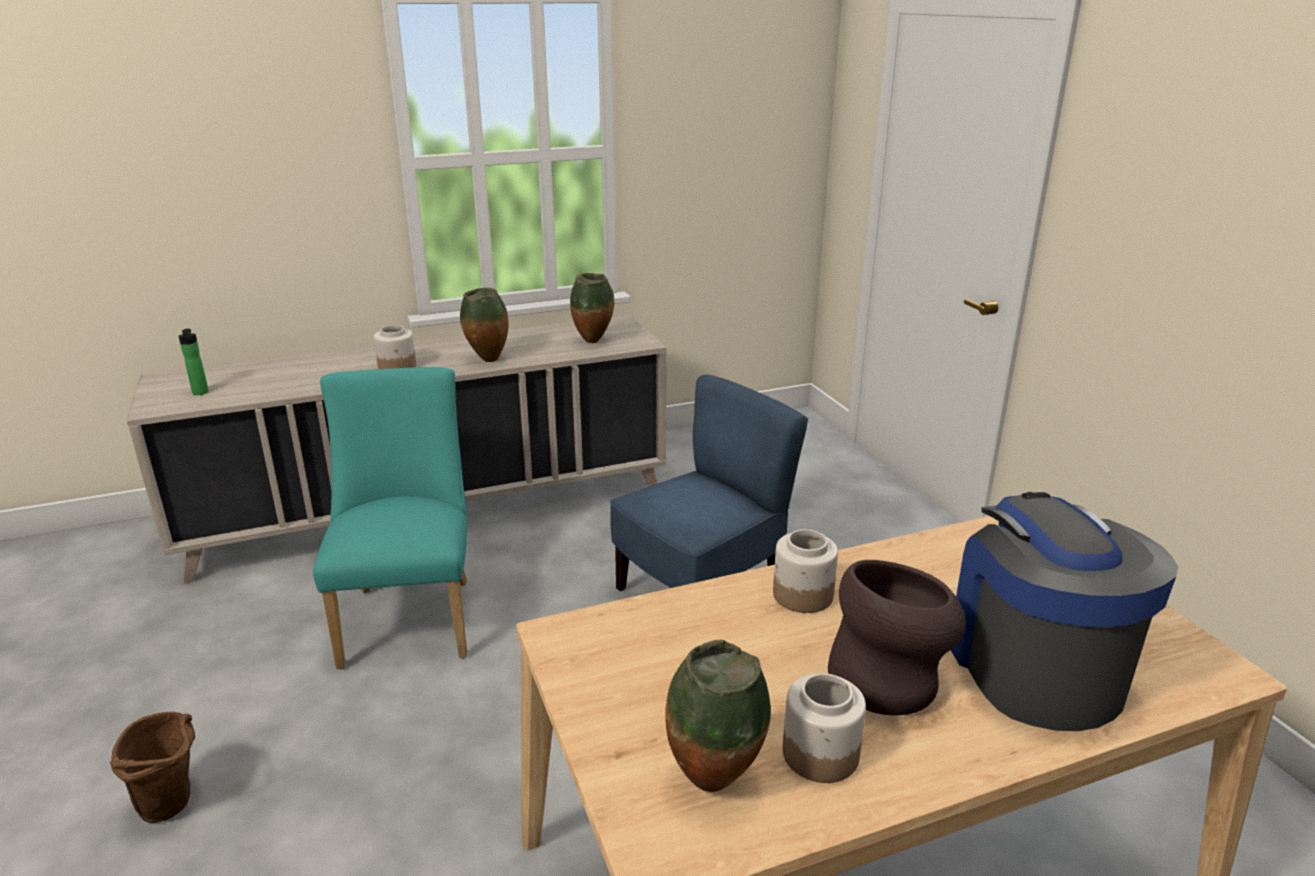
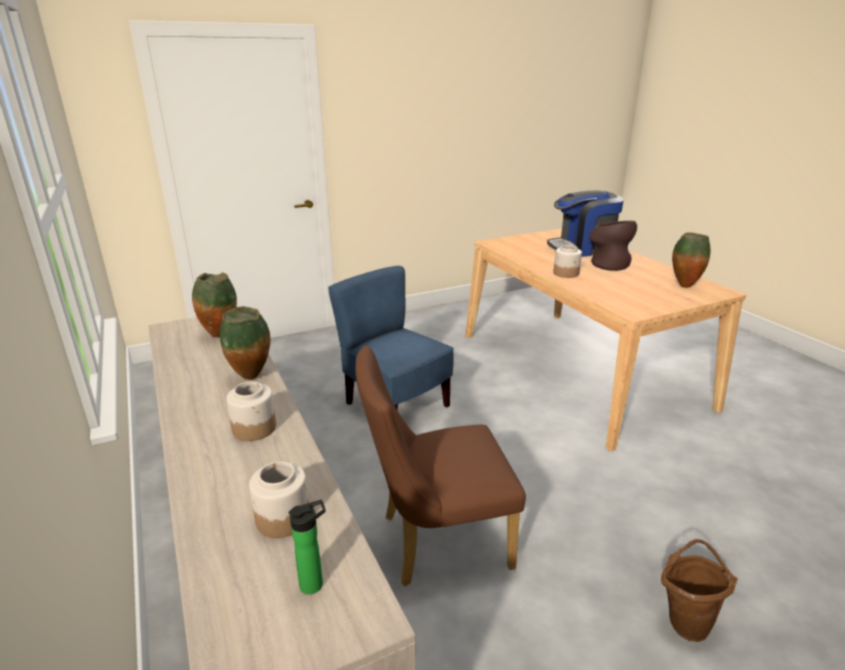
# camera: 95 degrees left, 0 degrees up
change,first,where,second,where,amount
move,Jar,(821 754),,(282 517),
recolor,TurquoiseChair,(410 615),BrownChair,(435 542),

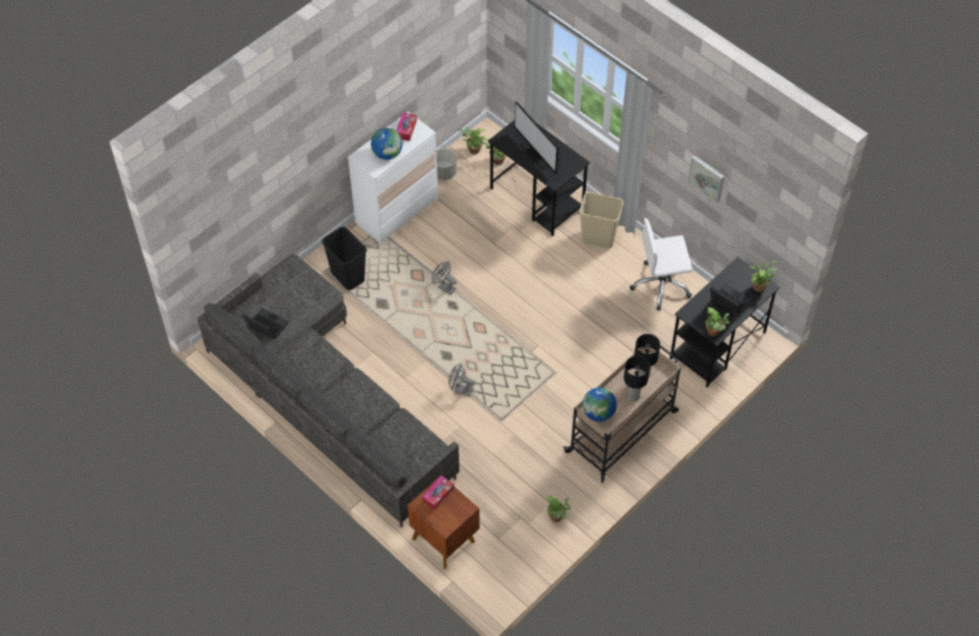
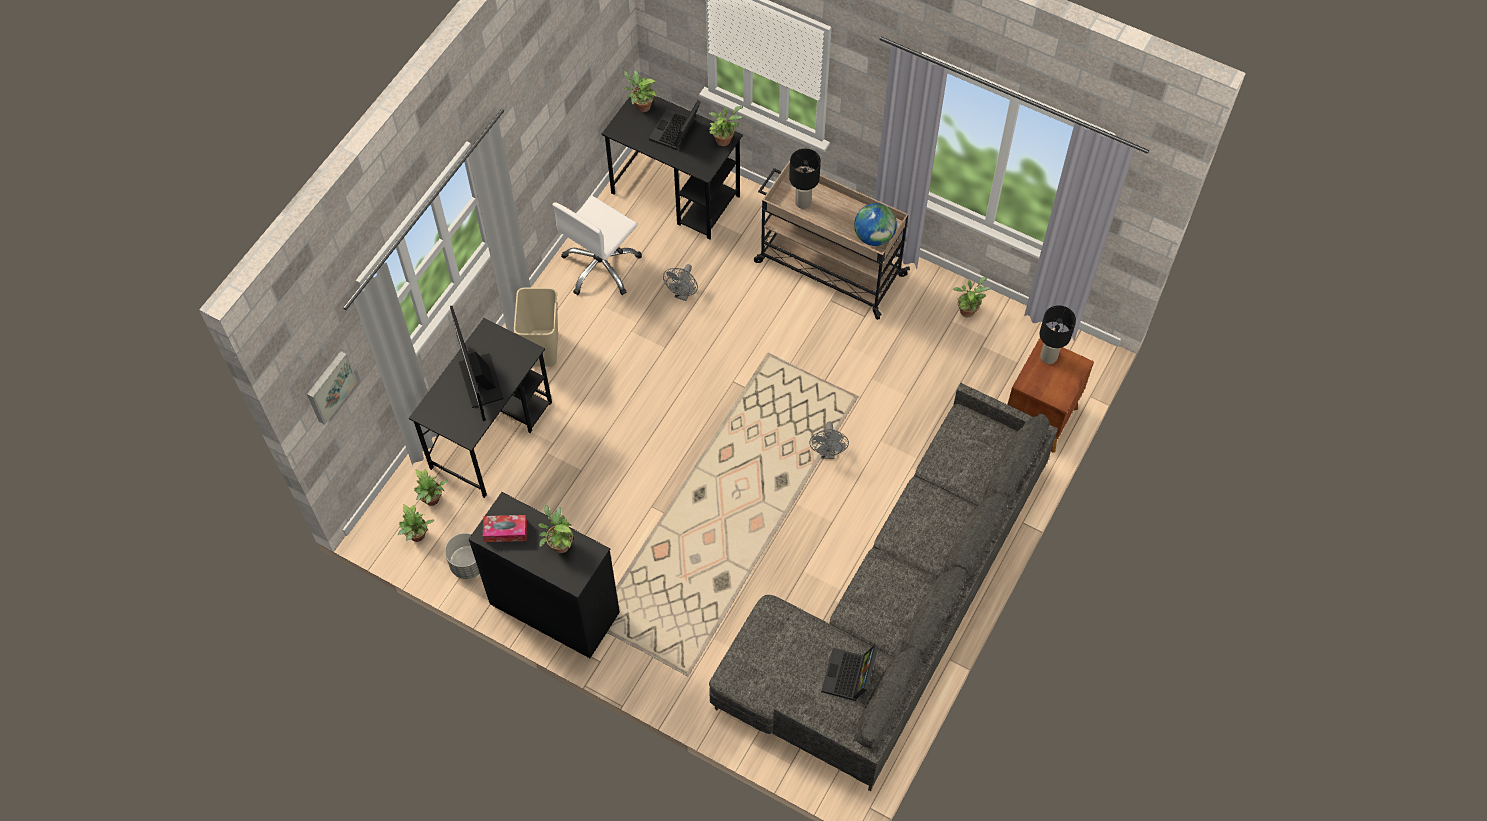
# camera: 105 degrees left, 5 degrees up
change,first,where,second,where,amount
delete,BlackTrashCan,(347 277),,,
delete,TissueBox,(438 495),,,
move,GreyFan,(444 287),,(683 294),
move,BlackTableLamp,(633 396),,(1049 357),
move,Picture,(707 177),,(329 386),
replace,Globe,(387 154),PottedPlant,(559 544),
recolor,WhiteDresser,(397 211),BlackDresser,(554 608),
rotate,Monitor,(539 152),,(480 381),120 degrees clockwise
rotate,WhiteOfficeChair,(661 285),,(601 267),60 degrees clockwise

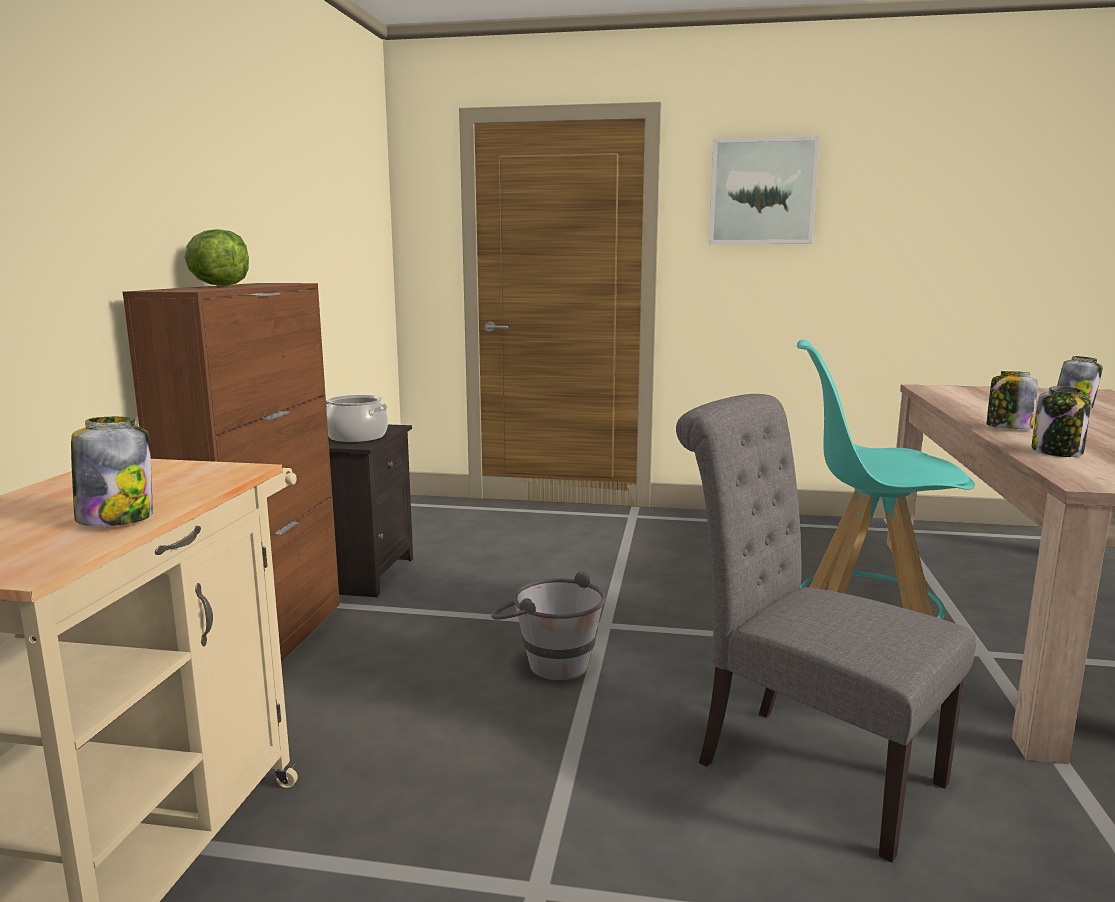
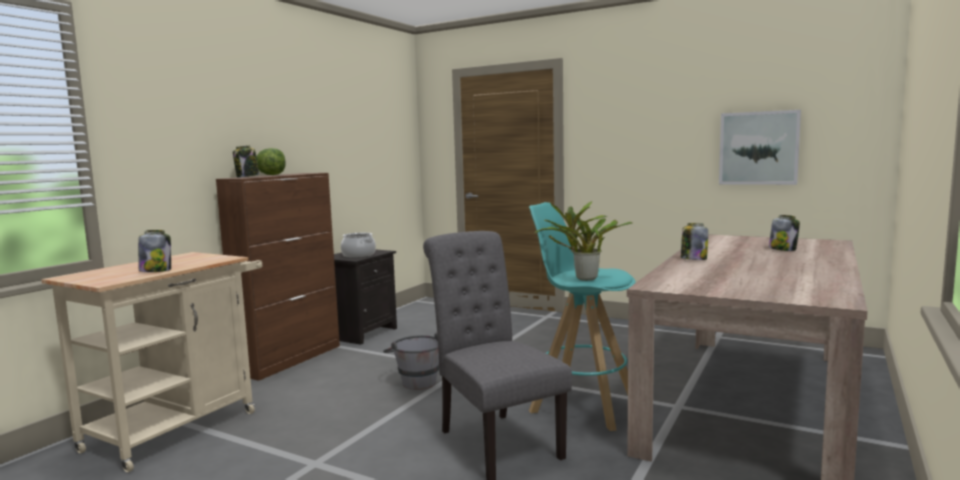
# camera: 20 degrees right, 5 degrees down
change,first,where,second,where,amount
insert,,,PottedPlant,(583 278),
move,Picture,(762 191),,(758 148),
move,Jar,(1057 452),,(247 176),

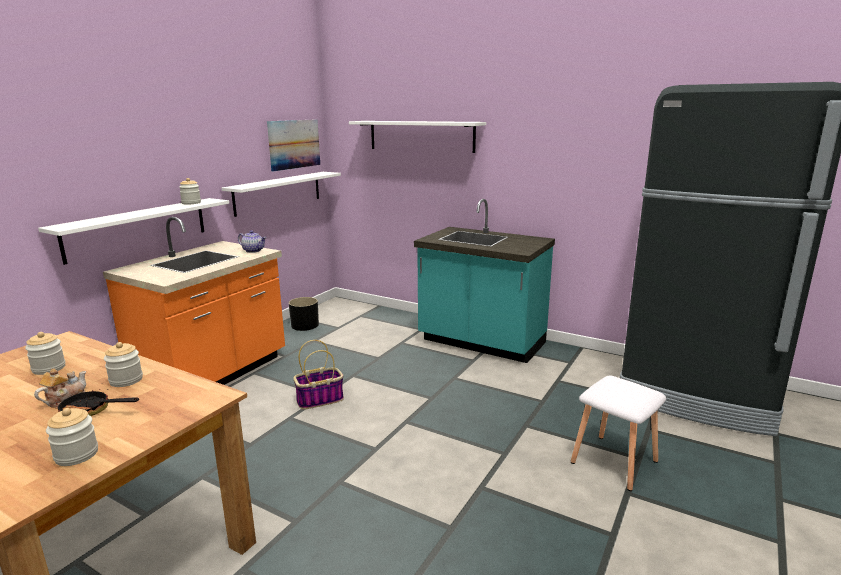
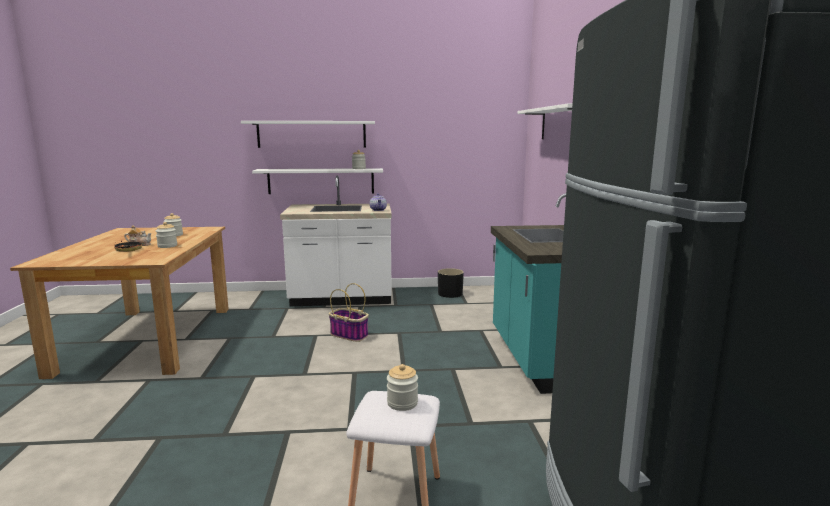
# camera: 55 degrees right, 5 degrees down
change,first,where,second,where,amount
delete,Picture,(294 144),,,
move,Jar,(76 455),,(402 403),
move,WhiteShelf,(278 192),,(311 134),
recolor,OrangeCounter,(213 375),WhiteCounter,(341 298),

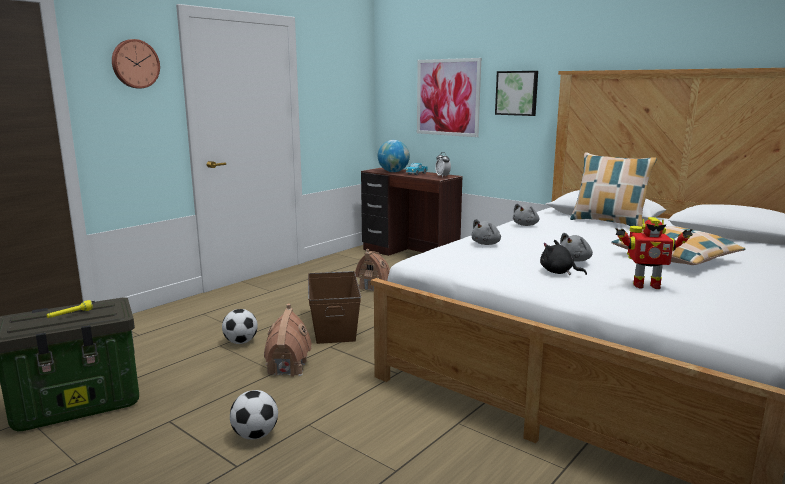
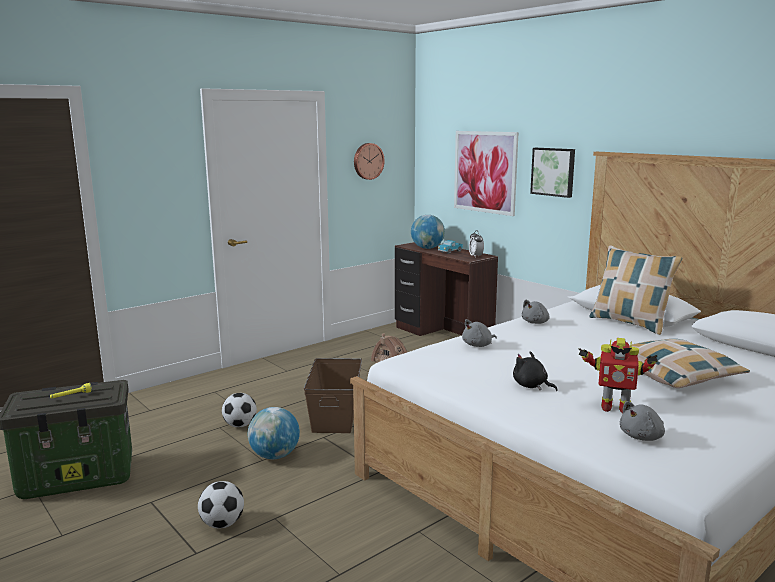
# camera: 10 degrees right, 0 degrees up
change,first,where,second,where,amount
move,WallClock,(135 64),,(367 161),
move,GreyPlushToy,(575 260),,(642 437),
replace,ToyHouse,(287 367),Globe,(275 456),

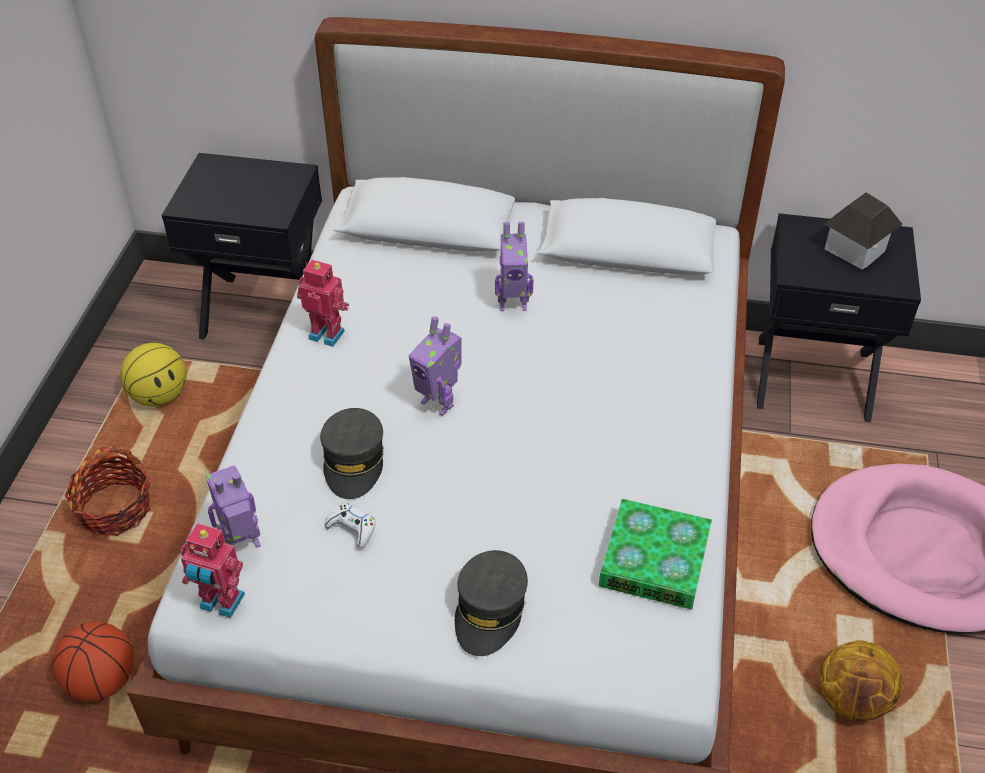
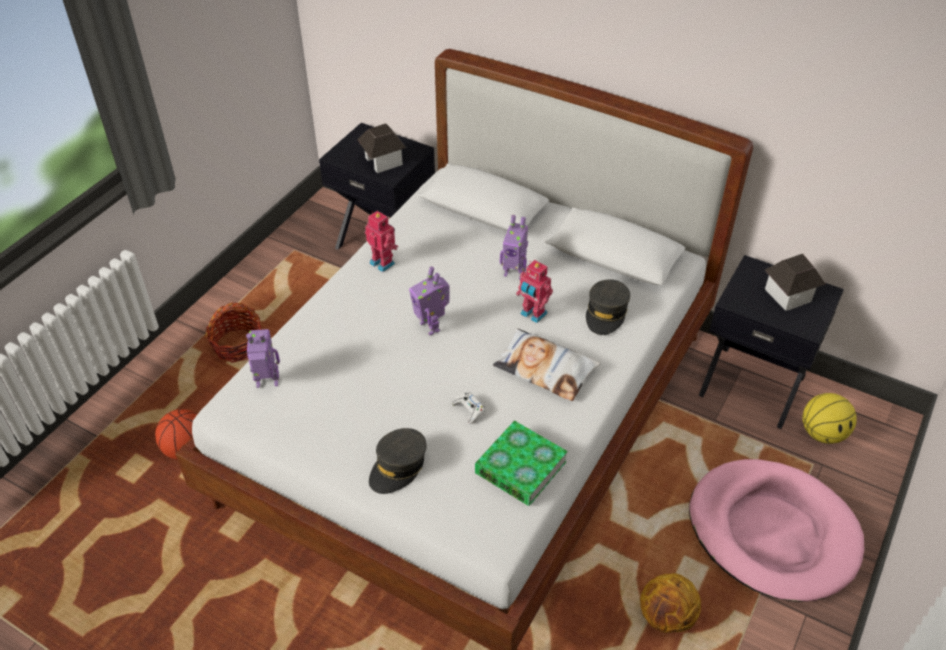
# camera: 20 degrees right, 0 degrees up
change,first,where,second,where,amount
insert,,,ToyHouse,(383 161),
insert,,,Pillow,(545 369),
move,Basketball,(160 396),,(823 433),
move,ToyRobot,(221 603),,(532 314),
move,GreyCap,(354 461),,(606 313),
move,WhiteGameController,(352 528),,(469 410),

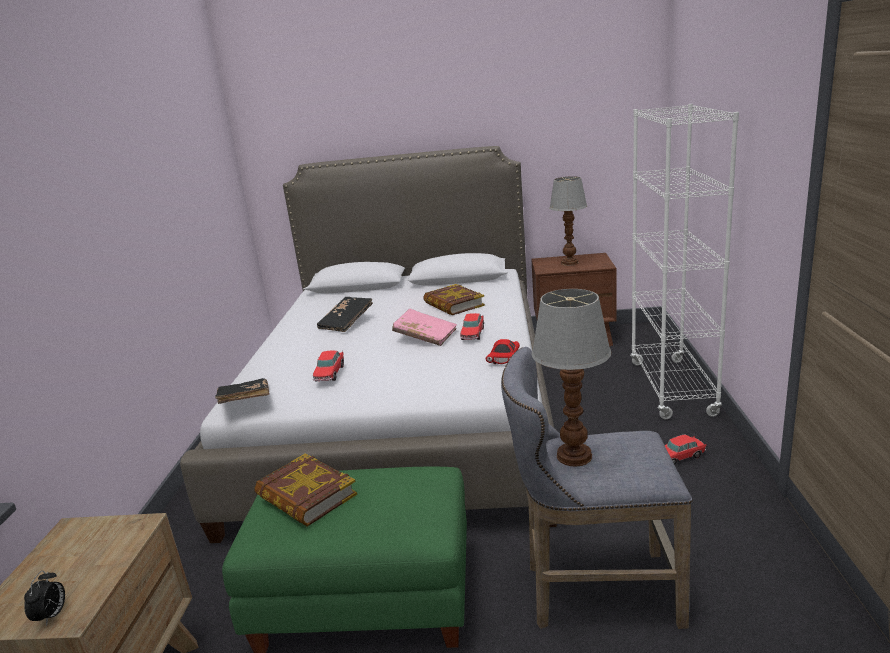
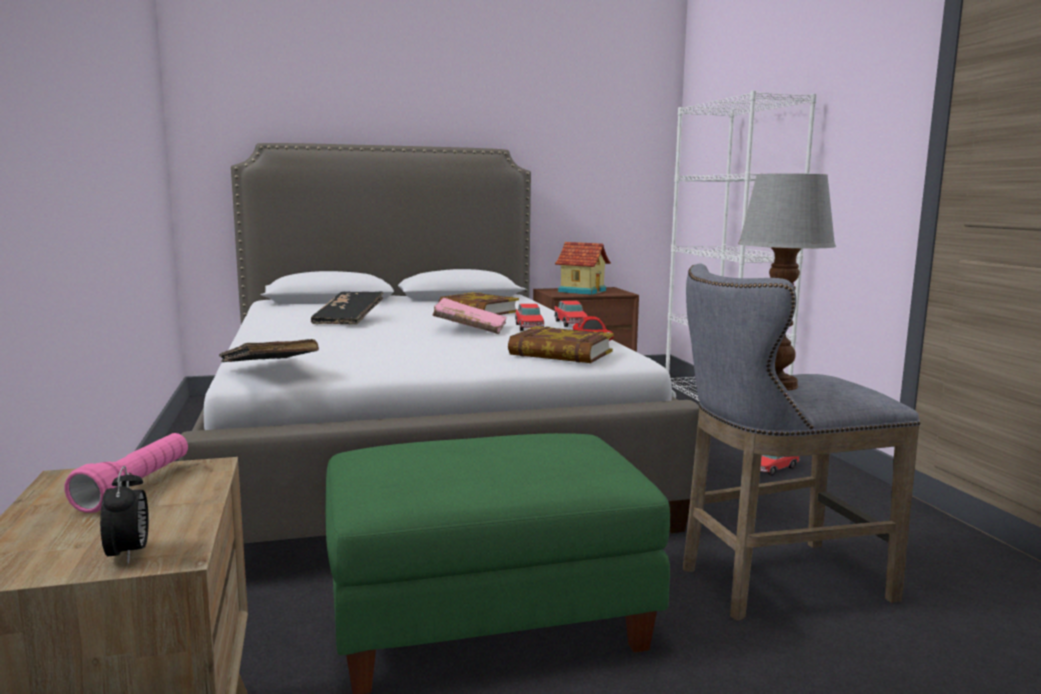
# camera: 20 degrees left, 10 degrees down
change,first,where,second,where,amount
insert,,,PinkFlashlight,(136 487),
move,Book,(306 496),,(560 353),
move,ToyCar,(329 373),,(570 323),
replace,TableLamp,(569 262),ToyHouse,(582 291),

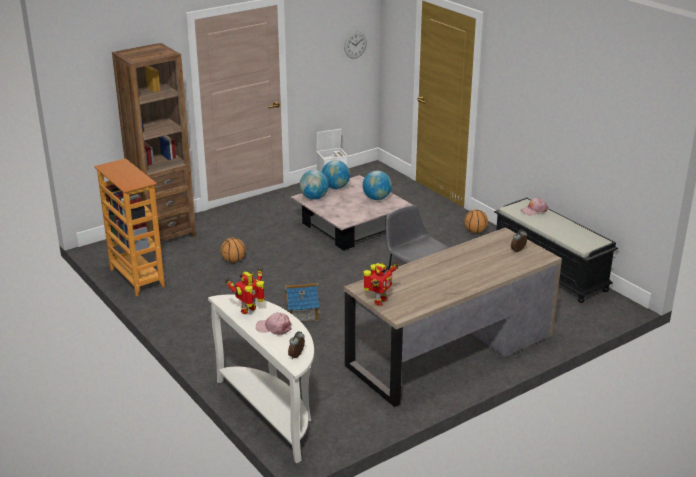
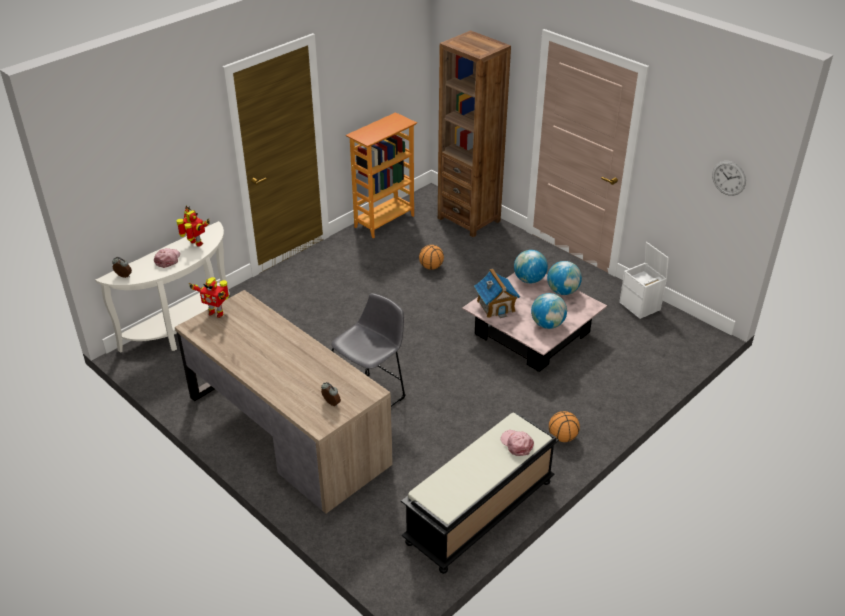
# camera: 80 degrees right, 10 degrees up
change,first,where,second,where,amount
move,ToyHouse,(302 314),,(496 306),

